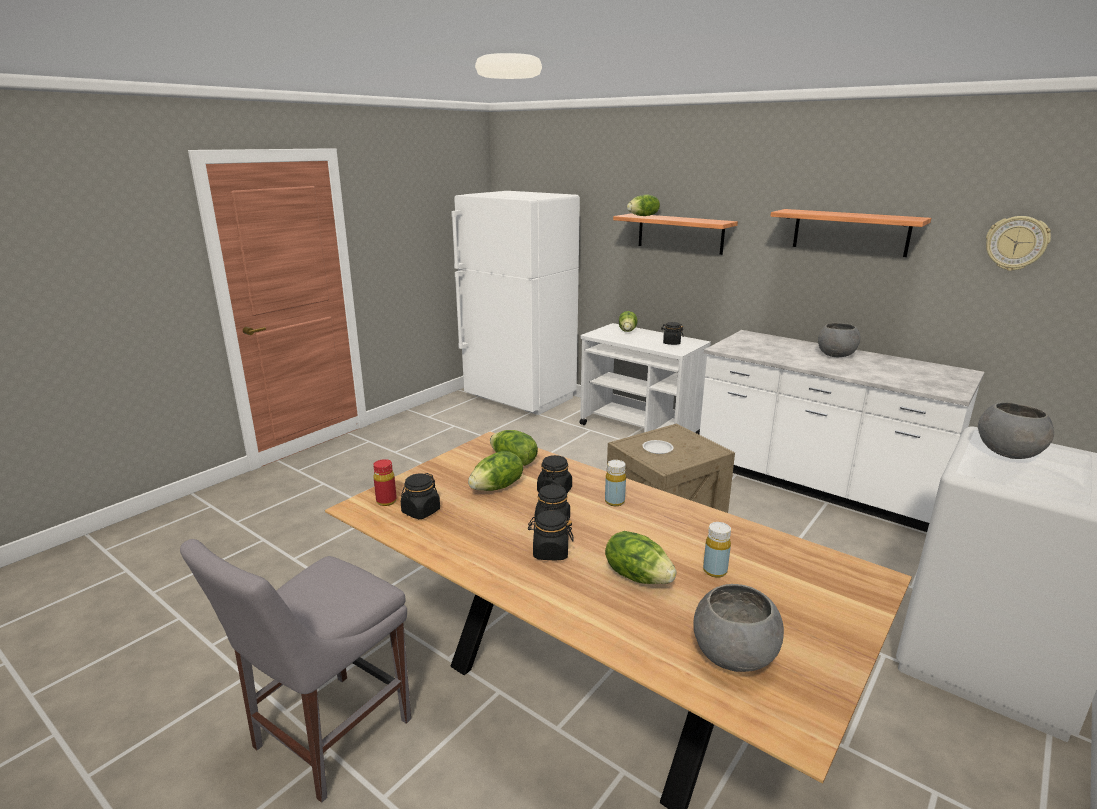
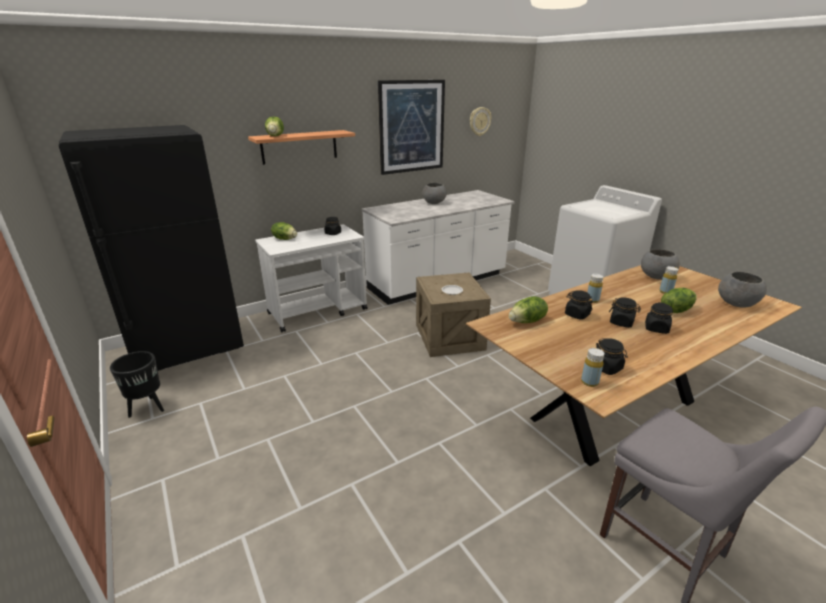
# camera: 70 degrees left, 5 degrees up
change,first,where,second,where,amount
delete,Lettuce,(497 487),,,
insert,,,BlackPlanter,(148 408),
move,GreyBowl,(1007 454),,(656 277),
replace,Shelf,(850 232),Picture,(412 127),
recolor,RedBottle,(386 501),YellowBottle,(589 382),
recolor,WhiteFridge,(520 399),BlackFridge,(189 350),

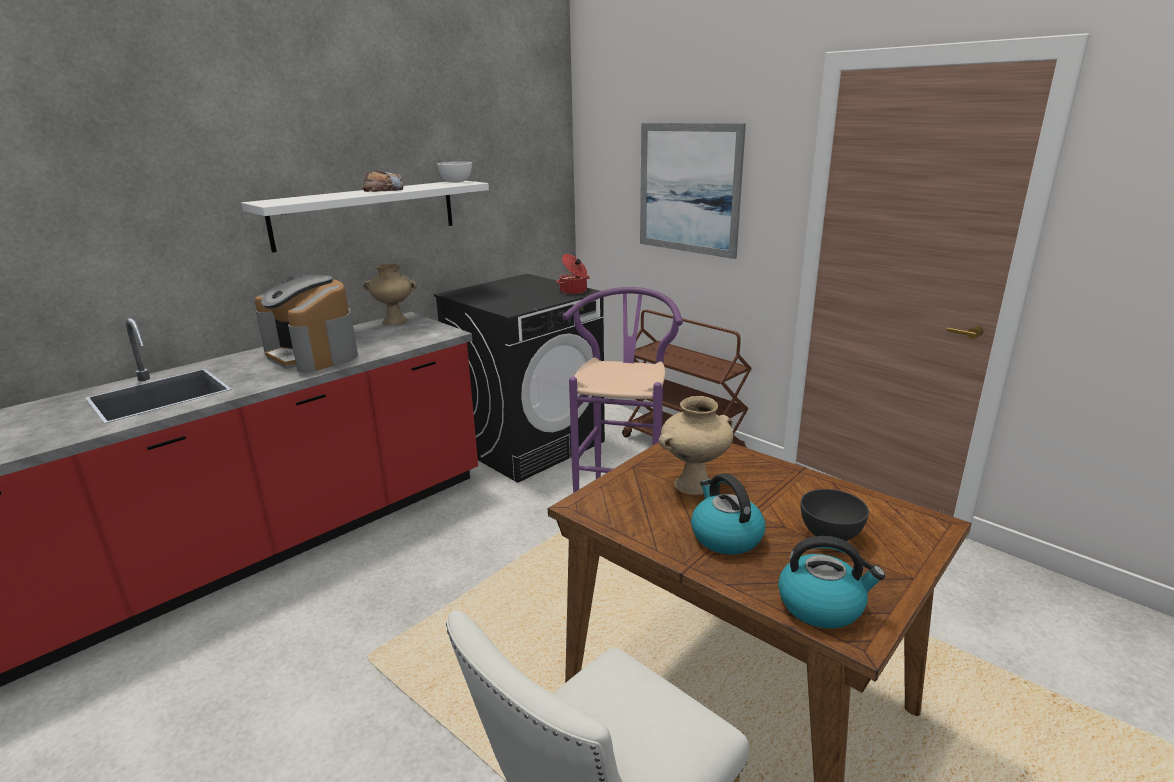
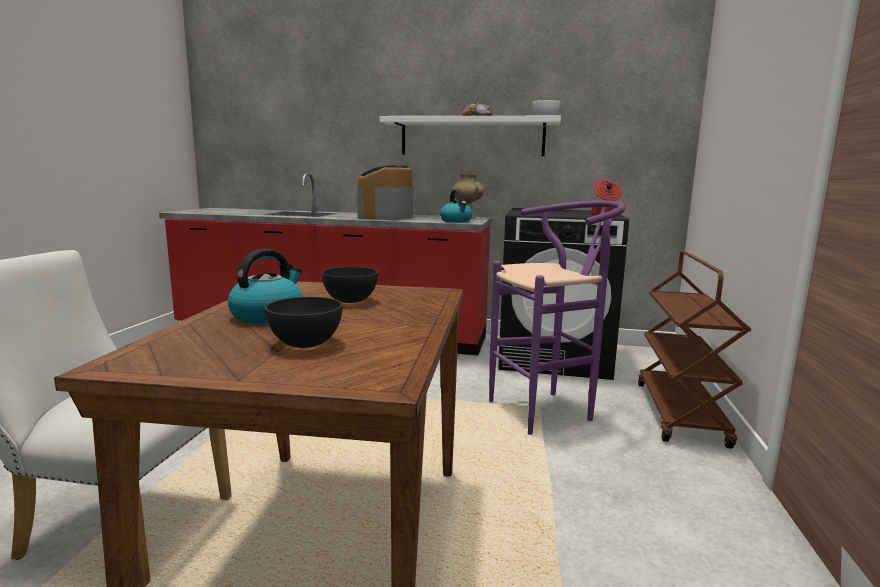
# camera: 55 degrees right, 10 degrees down
change,first,where,second,where,amount
delete,Picture,(689 189),,,
move,Kettle,(822 605),,(456 221),
replace,BeigeVase,(693 486),GreyBowl,(350 301),

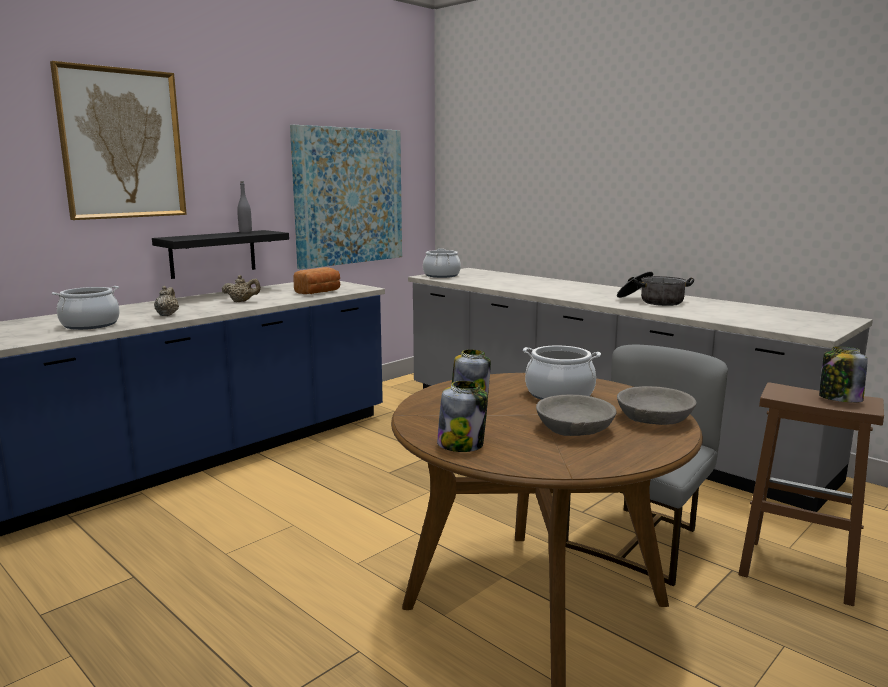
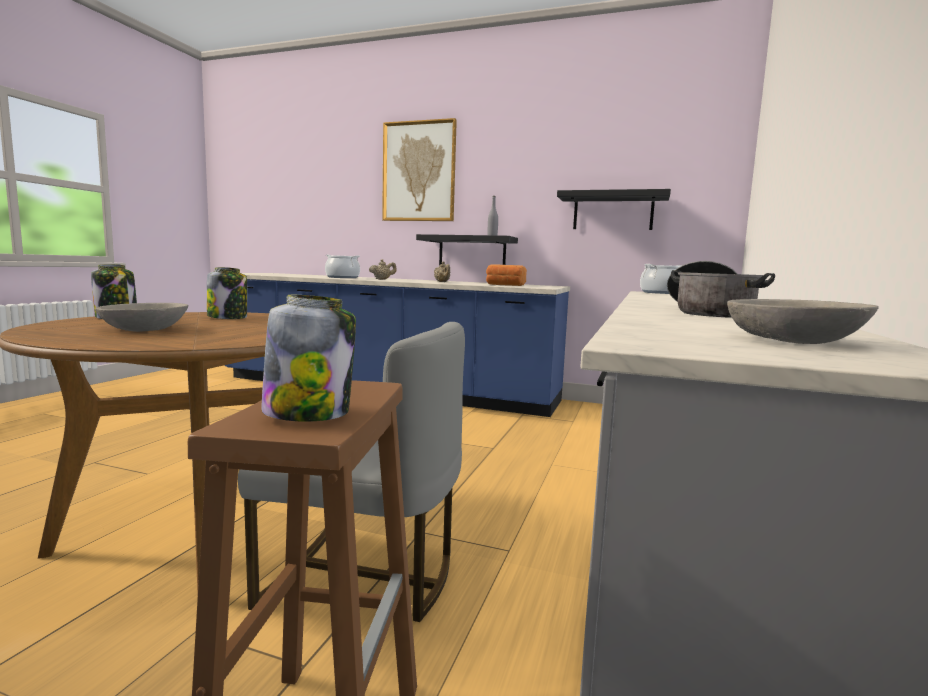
# camera: 65 degrees right, 5 degrees down
change,first,where,second,where,amount
delete,CookingPot,(559 394),,,
move,GreyBowl,(654 419),,(793 340),
replace,Picture,(349 196),BlackShelf,(613 212),

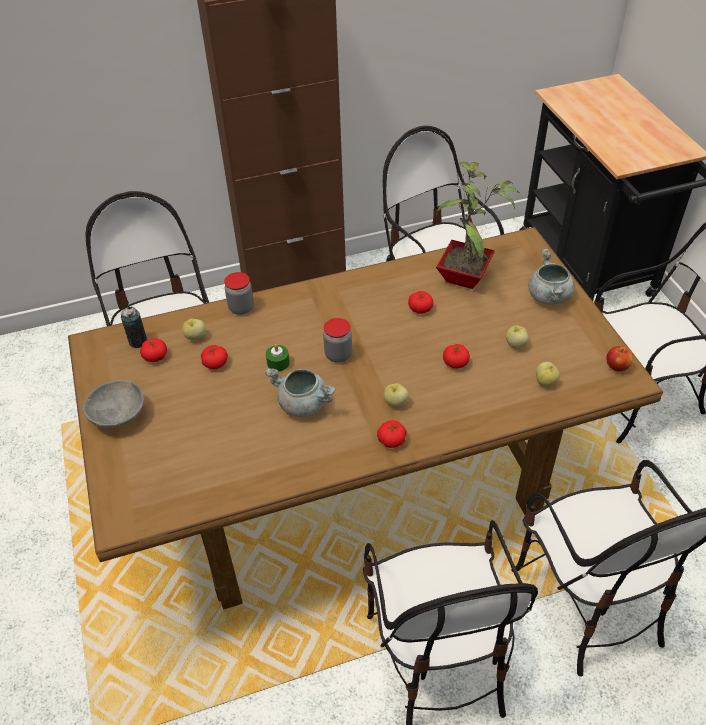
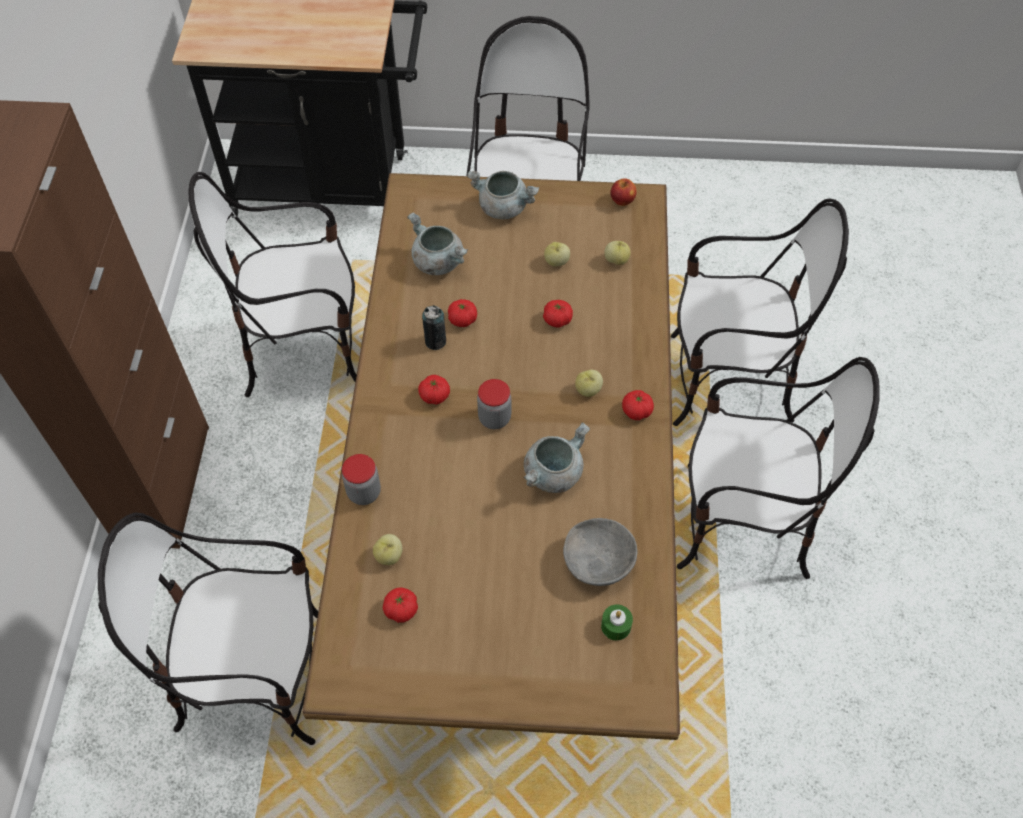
# camera: 70 degrees left, 10 degrees up
change,first,where,second,where,amount
move,GreyBowl,(119 416),,(599 561),
move,Can,(138 341),,(435 341),
move,Tomato,(215 363),,(434 396),
move,GreenCandle,(278 363),,(616 626),
replace,PottedPlant,(466 278),GreyCookingPot,(437 262),

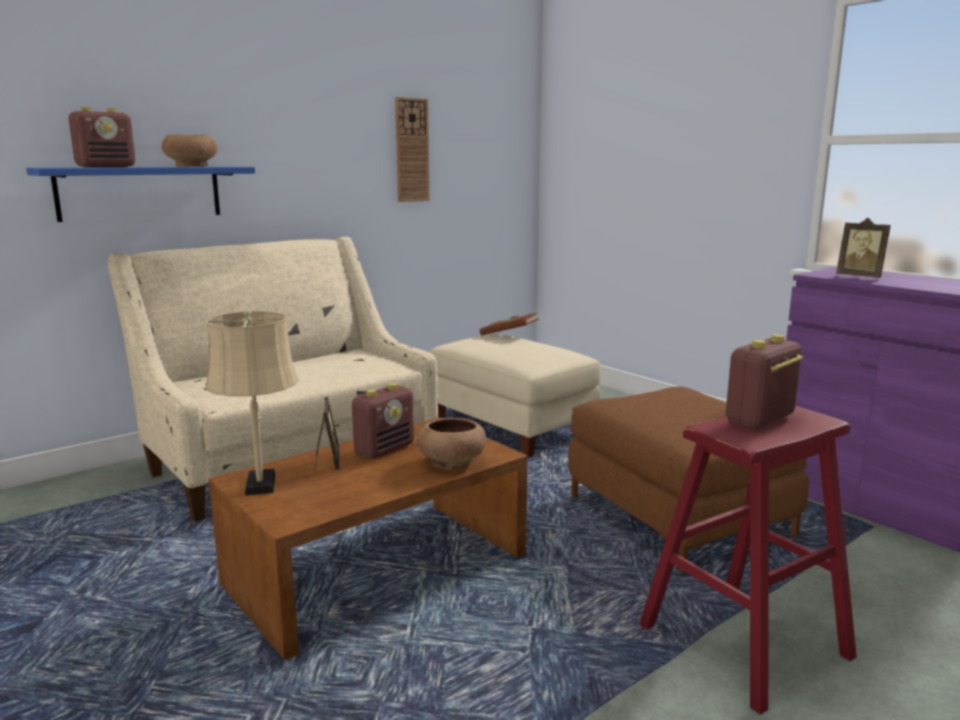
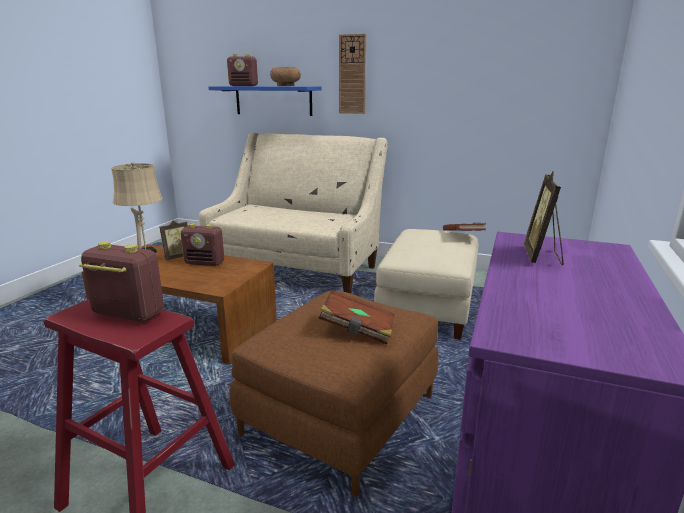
# camera: 60 degrees right, 5 degrees up
change,first,where,second,where,amount
delete,BrownBowl,(451 462),,,
insert,,,BrownBook,(357 330),
move,WallClock,(412 150),,(352 74),

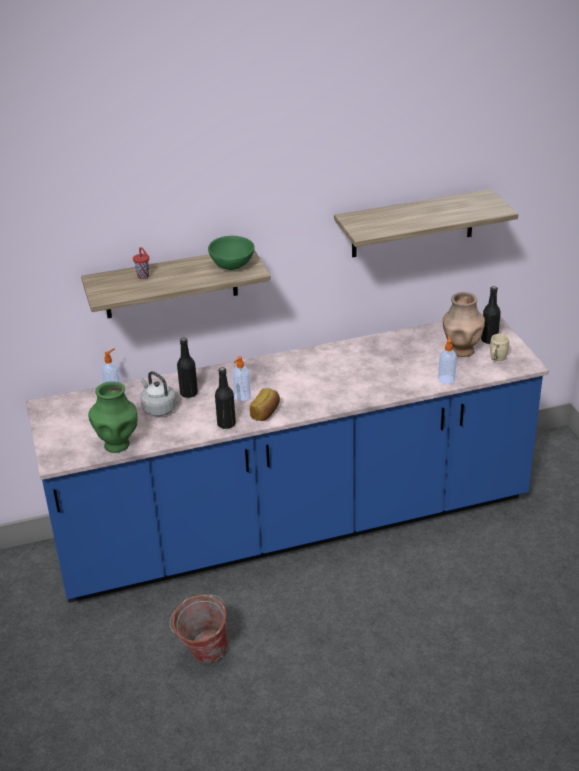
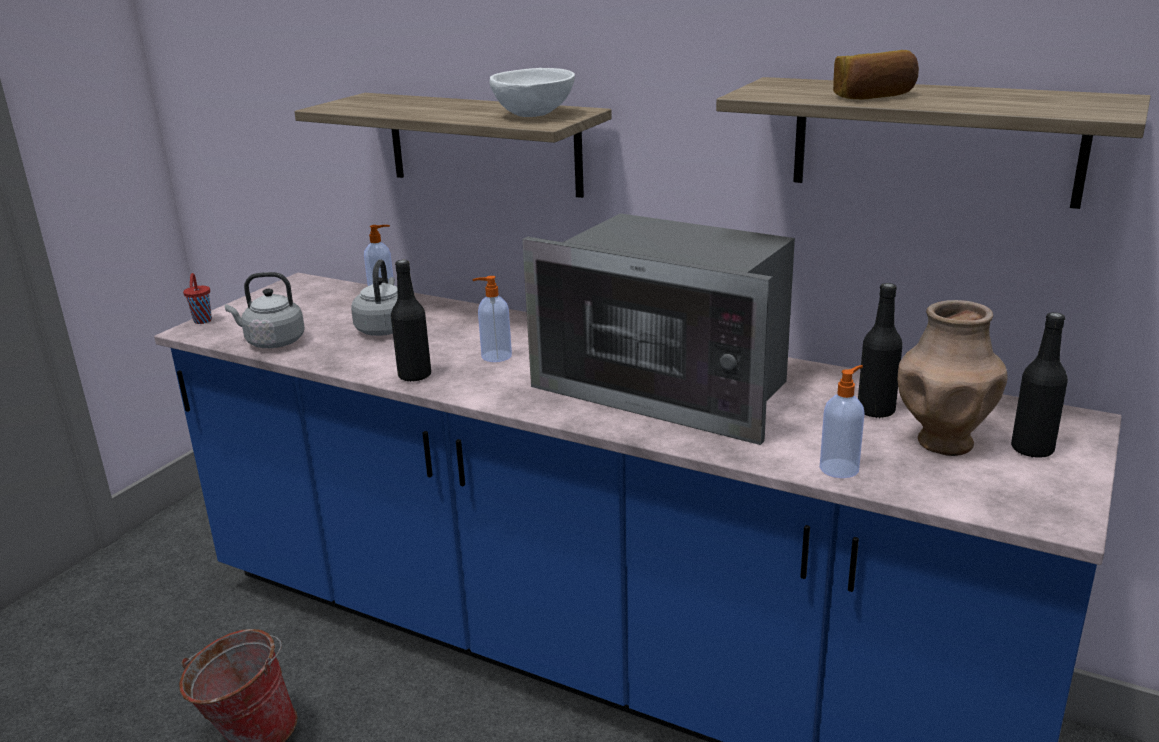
# camera: 45 degrees right, 10 degrees down
change,first,where,second,where,amount
delete,BeigeMug,(496 359),,,
insert,,,Microwave,(670 388),
move,RedCup,(143 276),,(202 321),
move,BlackBottle,(189 393),,(875 411),
move,Bread,(266 412),,(874 96),
replace,GreenVase,(117 444),GreyKettle,(272 342),
recolor,GreenBowl,(233 265),WhiteBowl,(535 115),

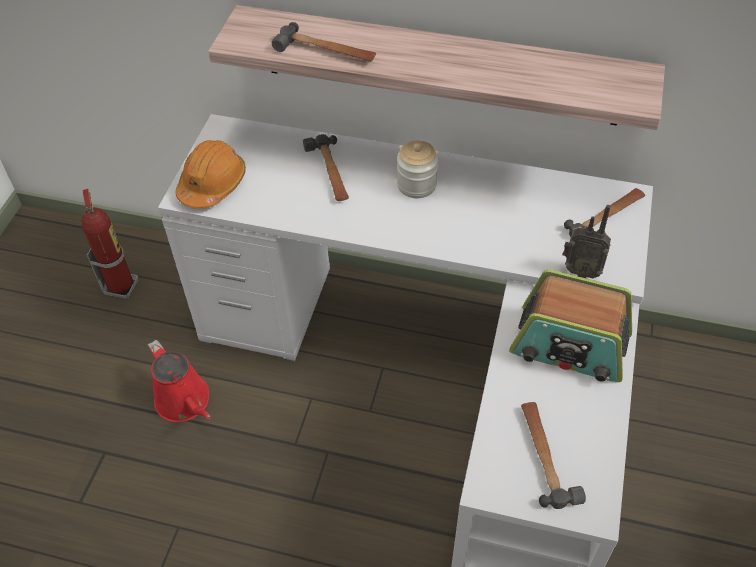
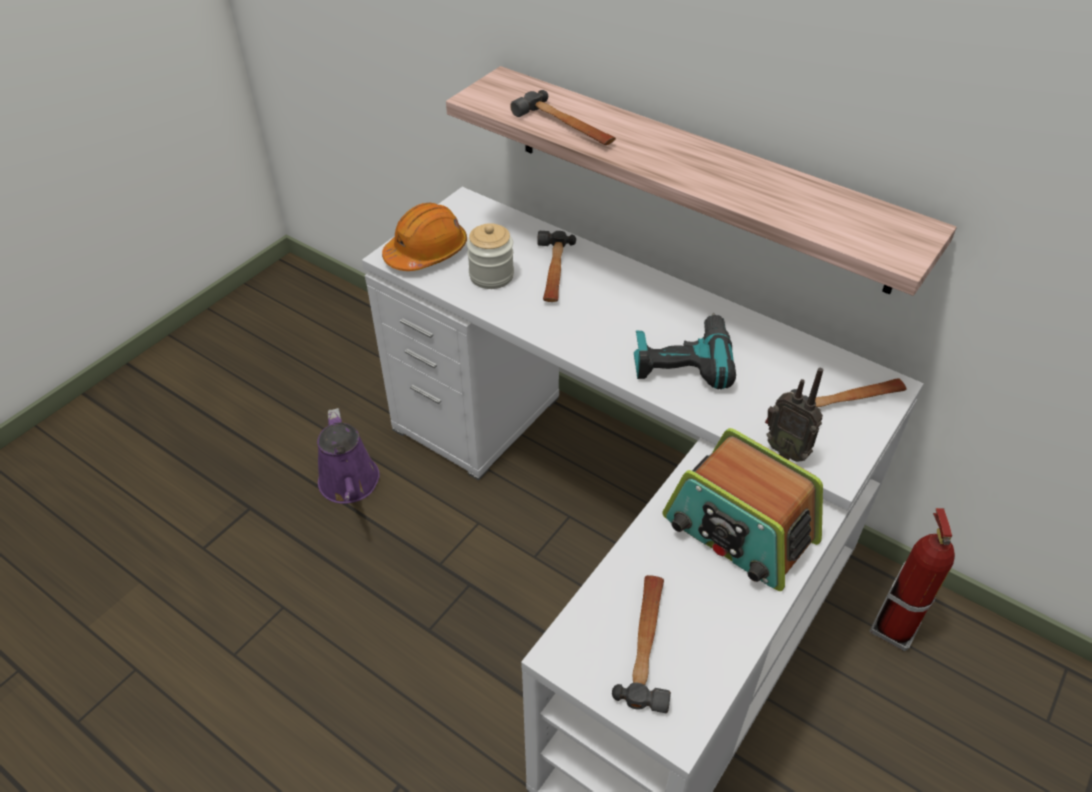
# camera: 20 degrees right, 5 degrees down
change,first,where,second,where,amount
insert,,,PowerDrill,(682 360),
move,FireExtinguisher,(121 286),,(894 628),
move,Jar,(416 185),,(491 275),
recolor,RedWateringCan,(185 402),PurpleWateringCan,(350 485),

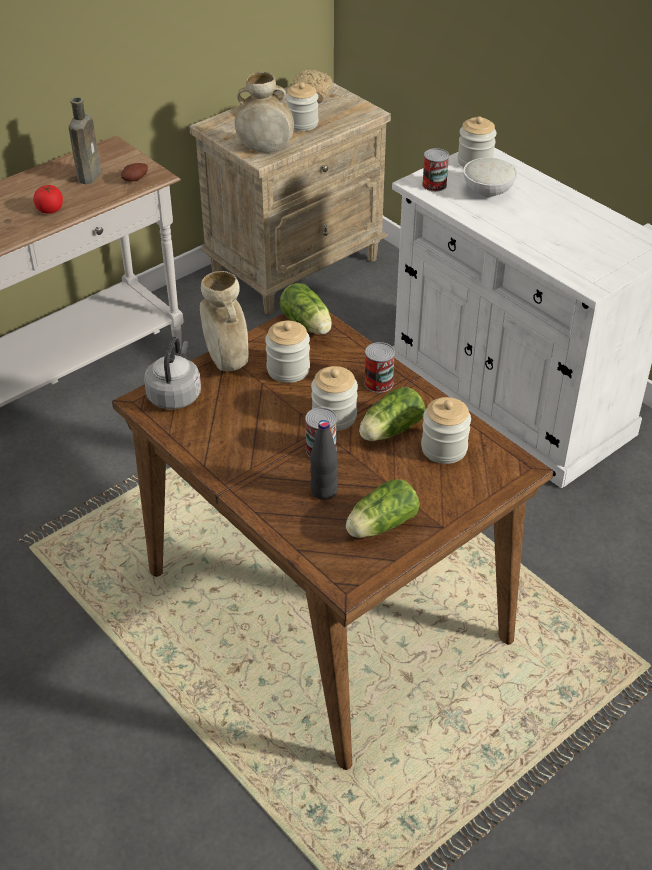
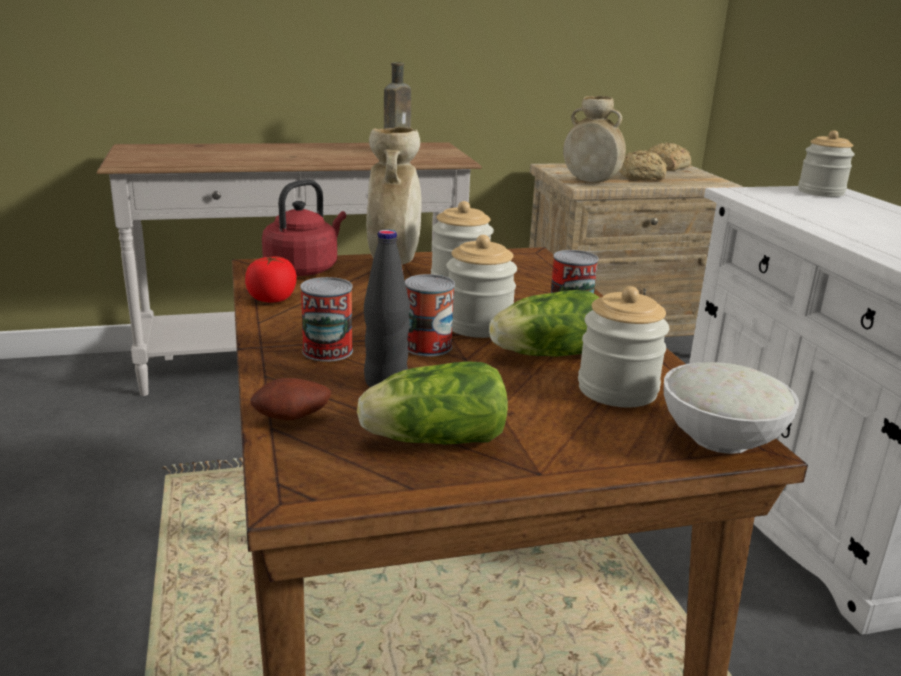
# camera: 25 degrees right, 20 degrees down
change,first,where,second,where,amount
delete,Lettuce,(308 325),,,
move,Tomato,(50 209),,(272 299),
move,Potato,(136 180),,(292 419),
move,Can,(434 185),,(327 351),
move,WhiteBowl,(488 191),,(721 439),
replace,Jar,(302 124),Bread,(642 177),
recolor,GreyKettle,(175 394),RedKettle,(304 269),

